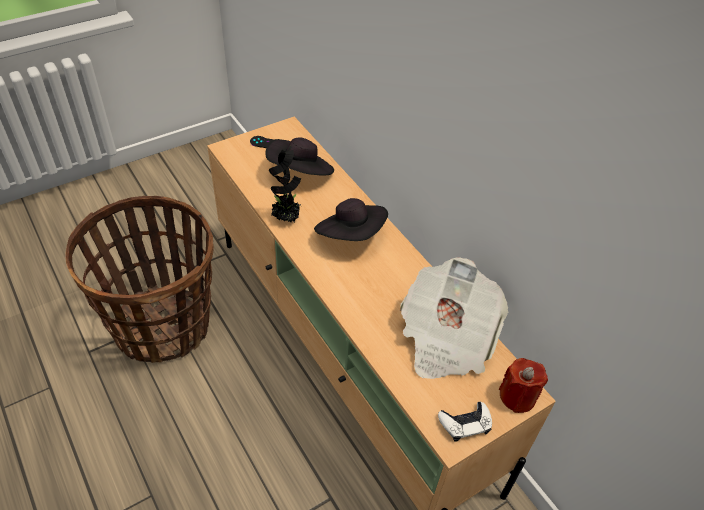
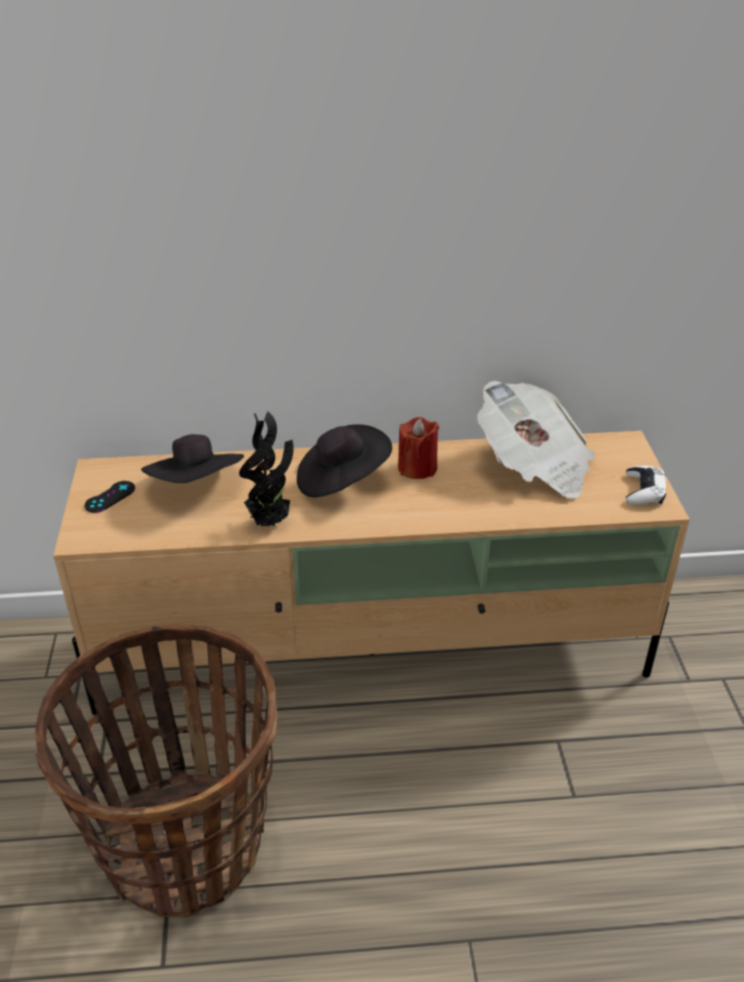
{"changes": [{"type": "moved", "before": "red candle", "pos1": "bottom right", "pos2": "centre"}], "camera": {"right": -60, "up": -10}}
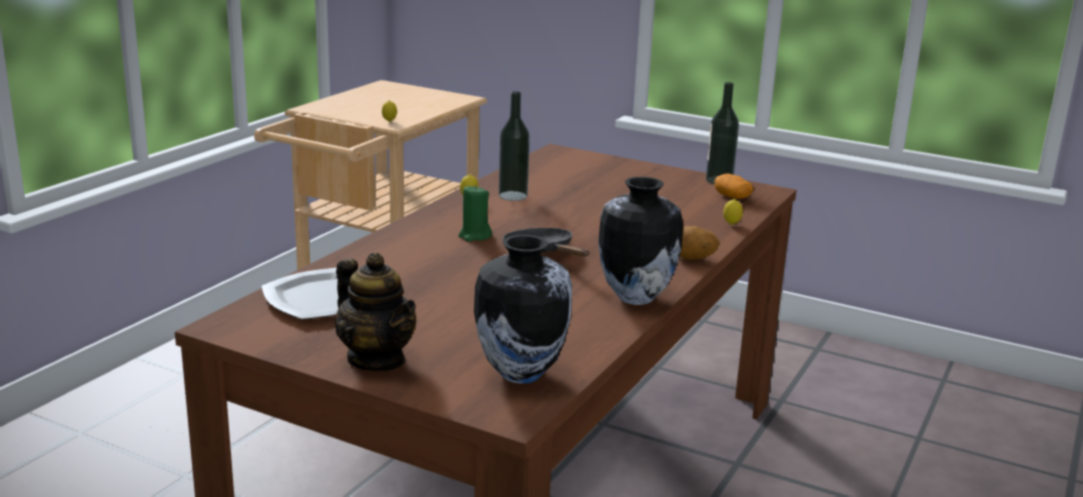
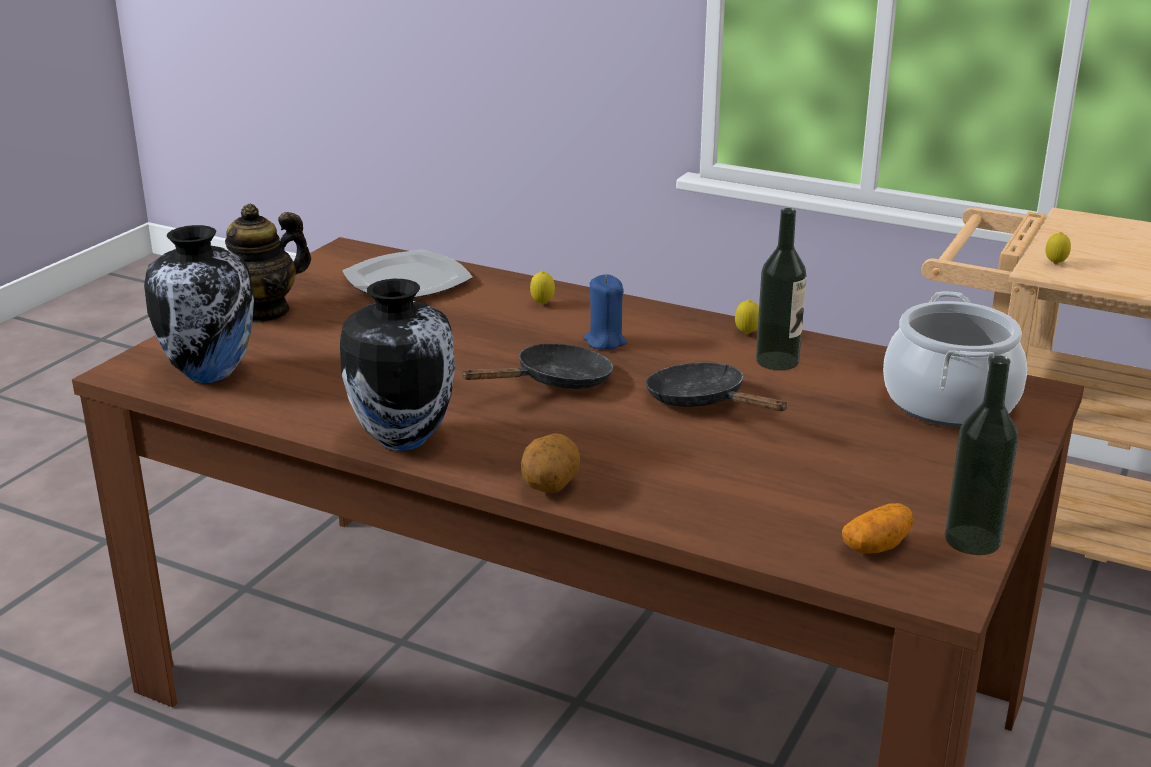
{"changes": [{"type": "moved", "before": "lemon (3rd from left in the first image)", "after": "lemon (1st from left)", "pos1": "middle right", "pos2": "centre"}, {"type": "recoloured", "before": "green candle", "after": "blue candle", "pos1": "centre", "pos2": "centre"}, {"type": "added", "after": "black frying pan (2nd from left)", "pos2": "centre"}, {"type": "added", "after": "cooking pot", "pos2": "middle right"}], "camera": {"right": 90, "up": 5}}
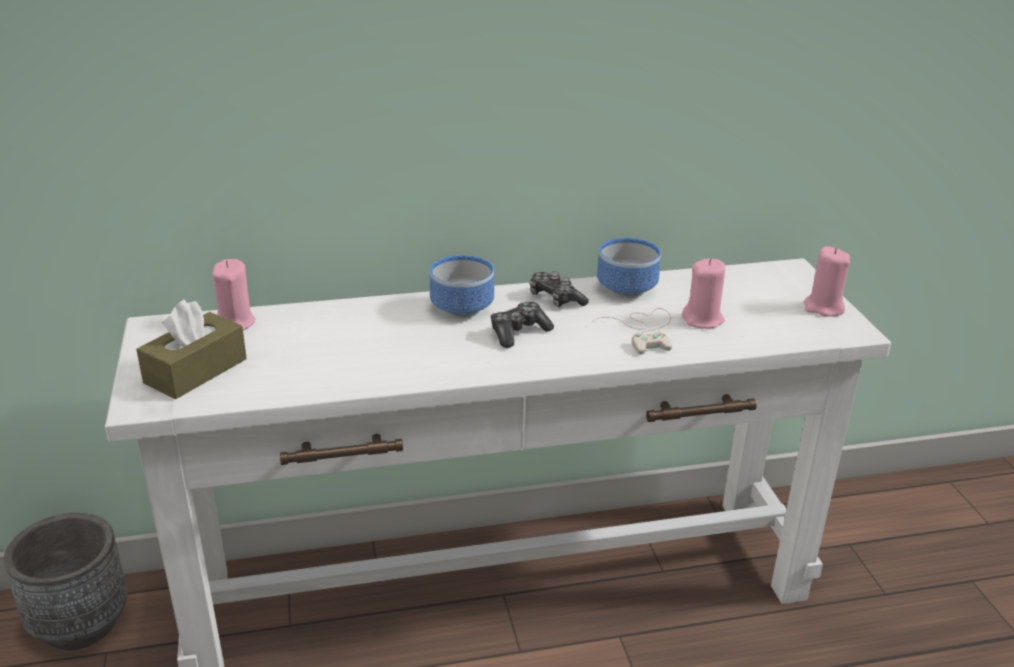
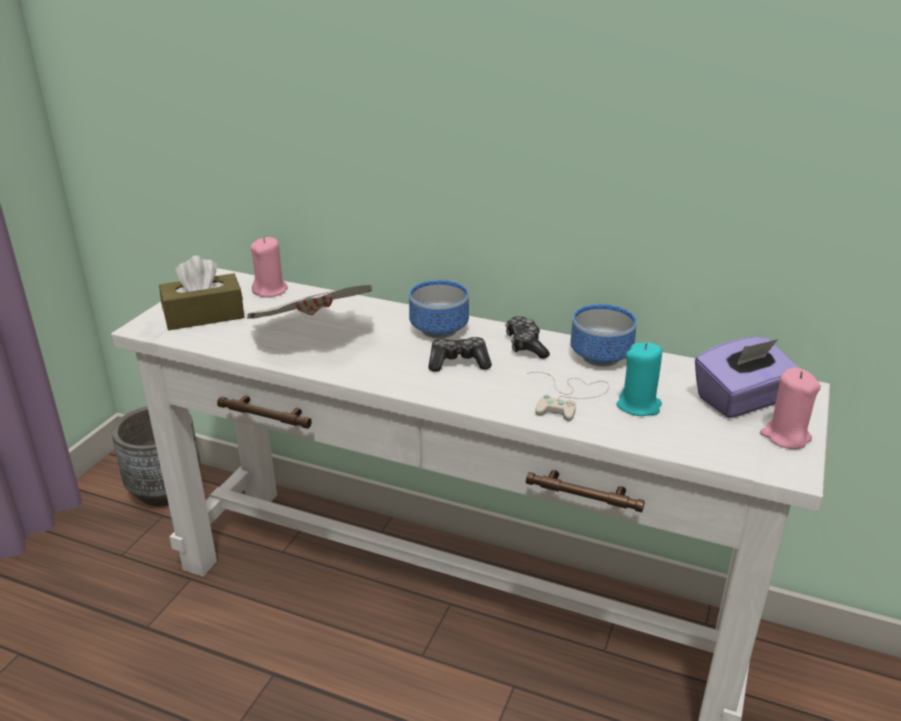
{"changes": [{"type": "added", "after": "newspaper", "pos2": "centre"}, {"type": "recoloured", "before": "pink candle (2nd from left)", "after": "turquoise candle", "pos1": "middle right", "pos2": "middle right"}, {"type": "added", "after": "purple tissue box", "pos2": "middle right"}], "camera": {"right": 35, "up": 0}}
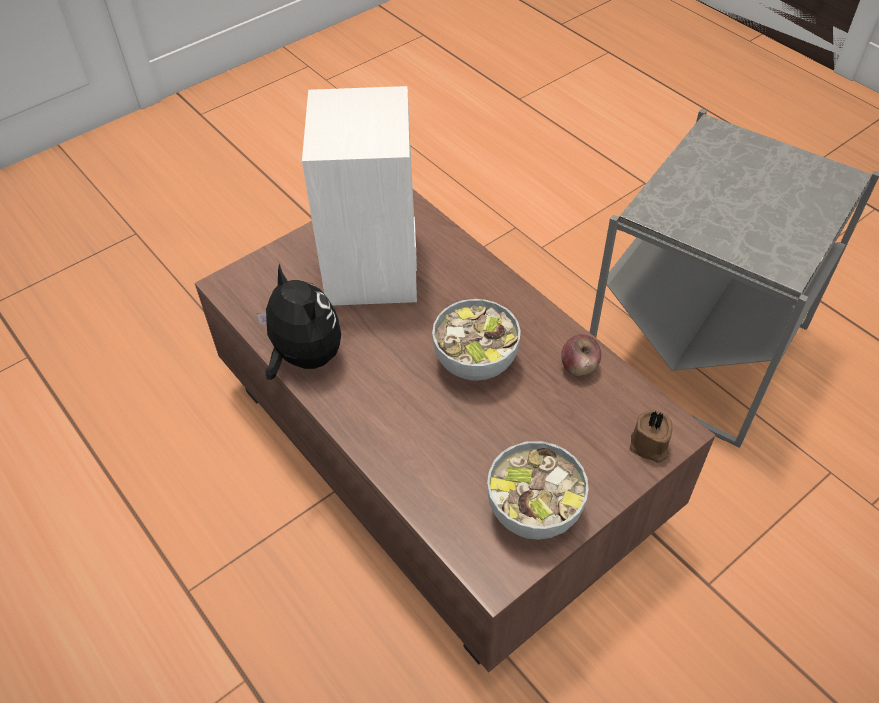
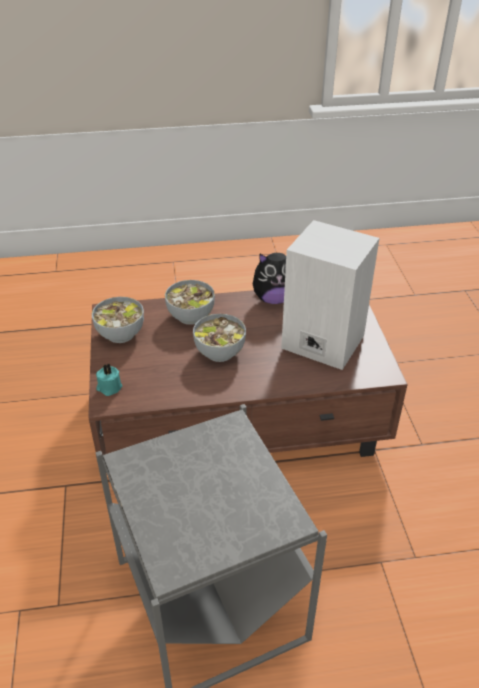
{"changes": [{"type": "recoloured", "before": "brown candle", "after": "turquoise candle", "pos1": "middle right", "pos2": "middle left"}, {"type": "added", "after": "bowl (2nd from left)", "pos2": "centre"}, {"type": "removed", "before": "apple", "pos1": "centre"}], "camera": {"right": 120, "up": -10}}
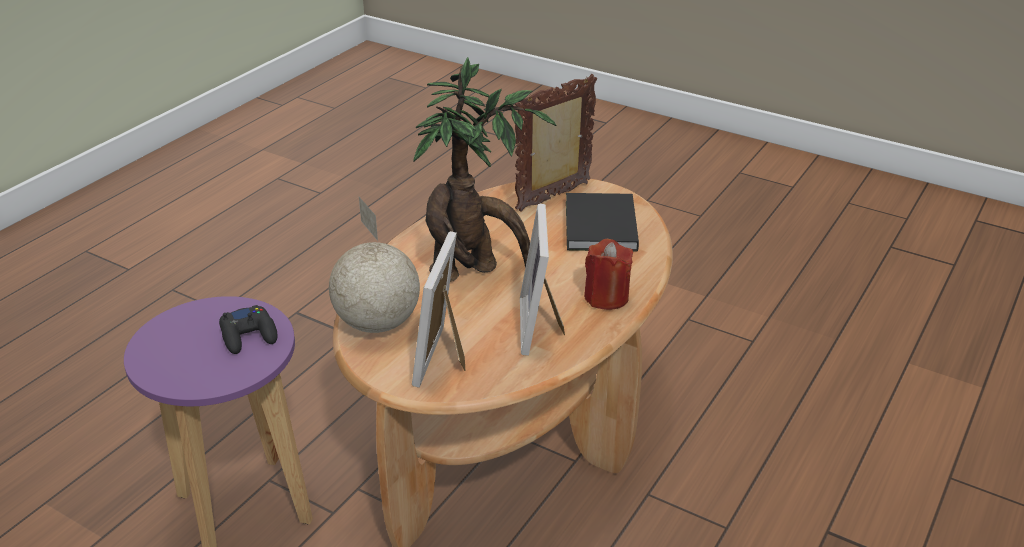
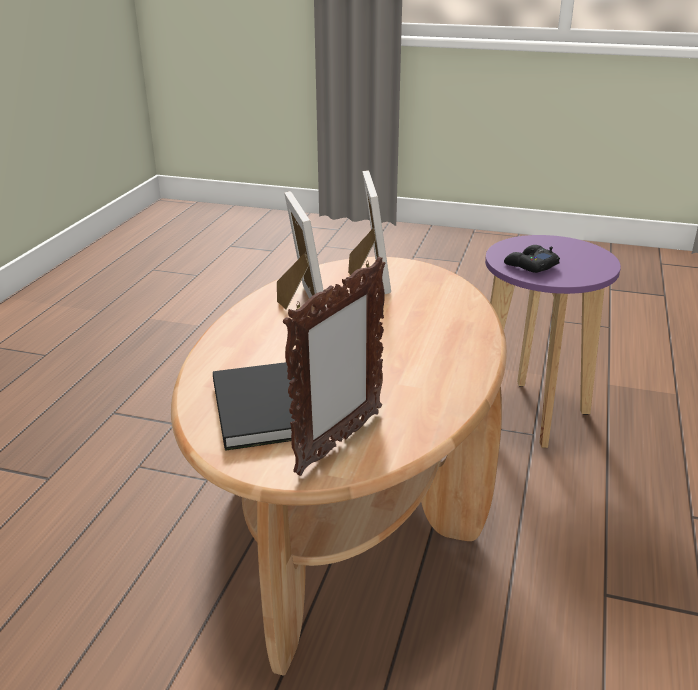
{"changes": [{"type": "removed", "before": "globe", "pos1": "centre"}, {"type": "removed", "before": "potted plant", "pos1": "top centre"}, {"type": "removed", "before": "red candle", "pos1": "centre"}], "camera": {"right": 165, "up": -5}}
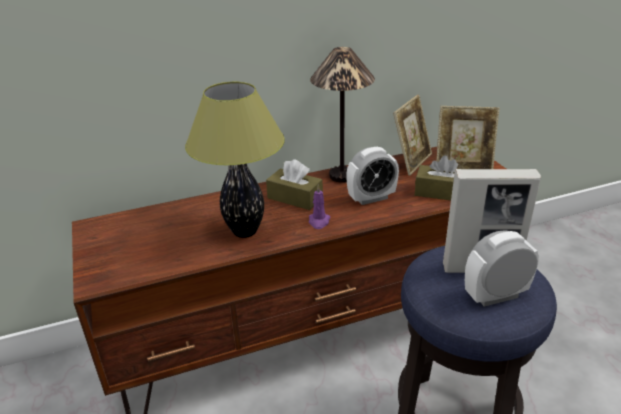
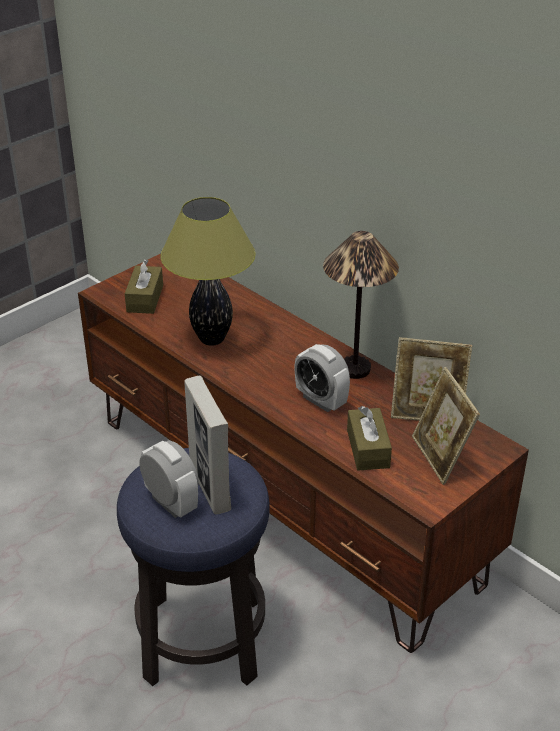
{"changes": [{"type": "moved", "before": "brown tissue box (1st from left)", "pos1": "centre", "pos2": "middle left"}, {"type": "removed", "before": "purple candle", "pos1": "centre"}], "camera": {"right": 65, "up": 5}}
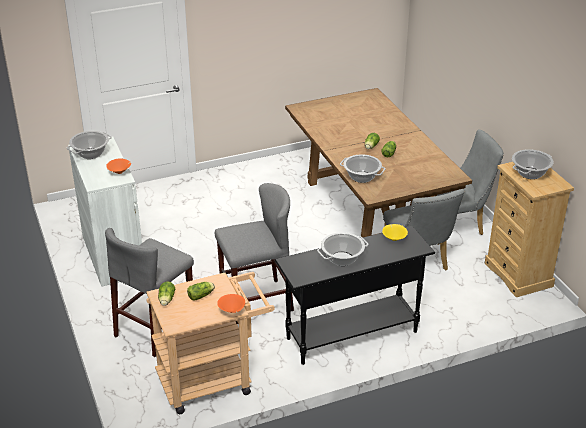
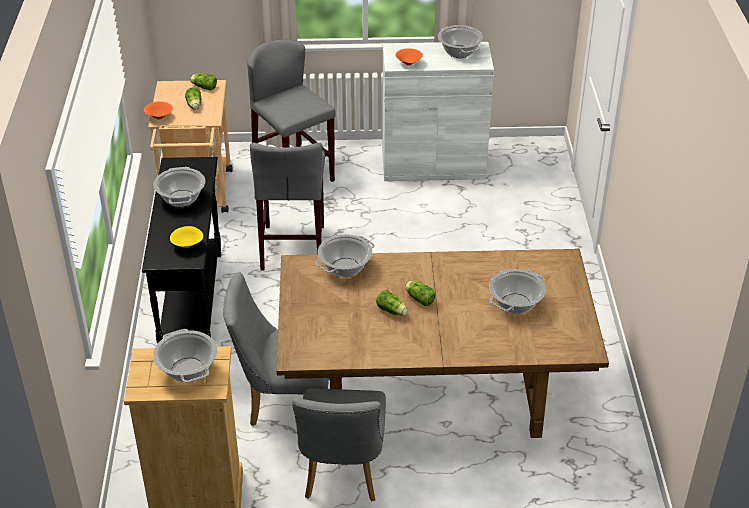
{"changes": [{"type": "added", "after": "cooking pot (5th from left)", "pos2": "middle right"}], "camera": {"right": 110, "up": 5}}
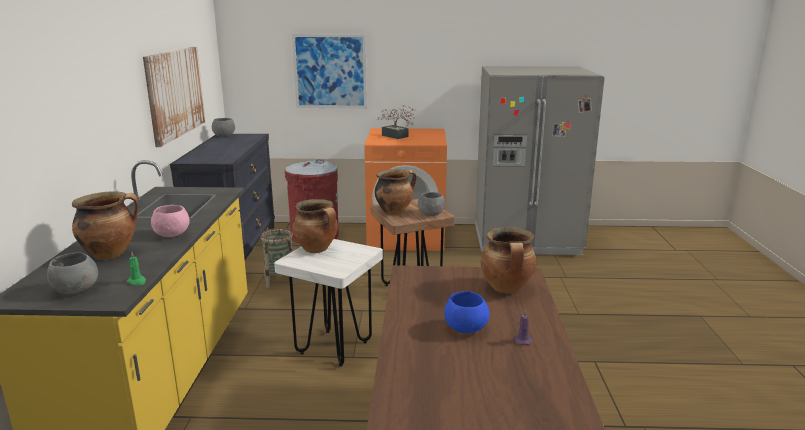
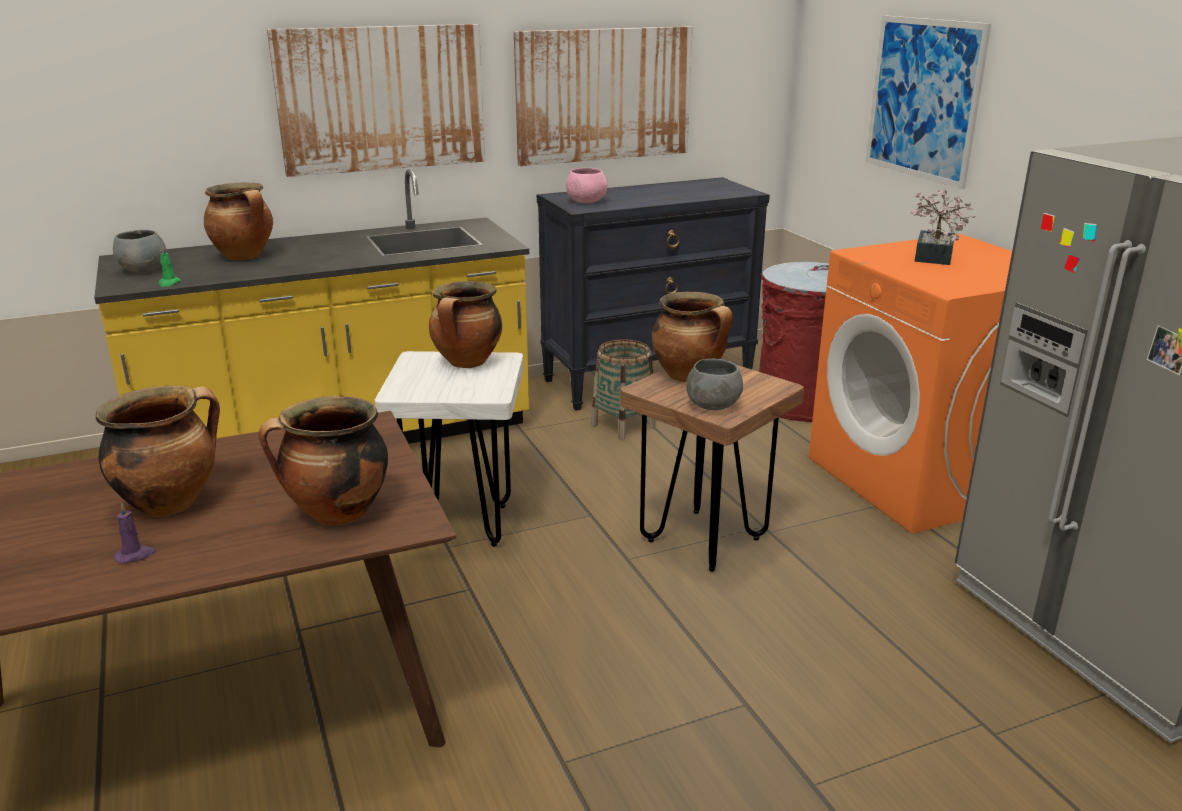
{"changes": [{"type": "replaced", "before": "blue bowl", "after": "cooking pot (1st from left)", "pos1": "bottom centre", "pos2": "middle left"}, {"type": "added", "after": "picture (1st from left)", "pos2": "top left"}, {"type": "moved", "before": "pink bowl", "pos1": "middle left", "pos2": "top centre"}, {"type": "removed", "before": "grey bowl (2nd from left)", "pos1": "top left"}], "camera": {"right": 65, "up": 5}}
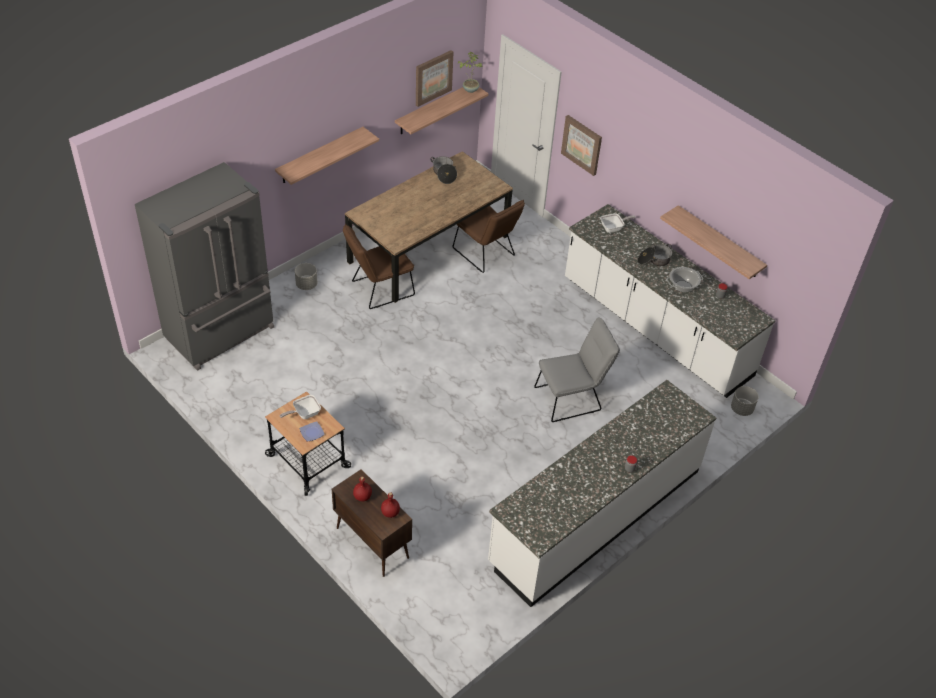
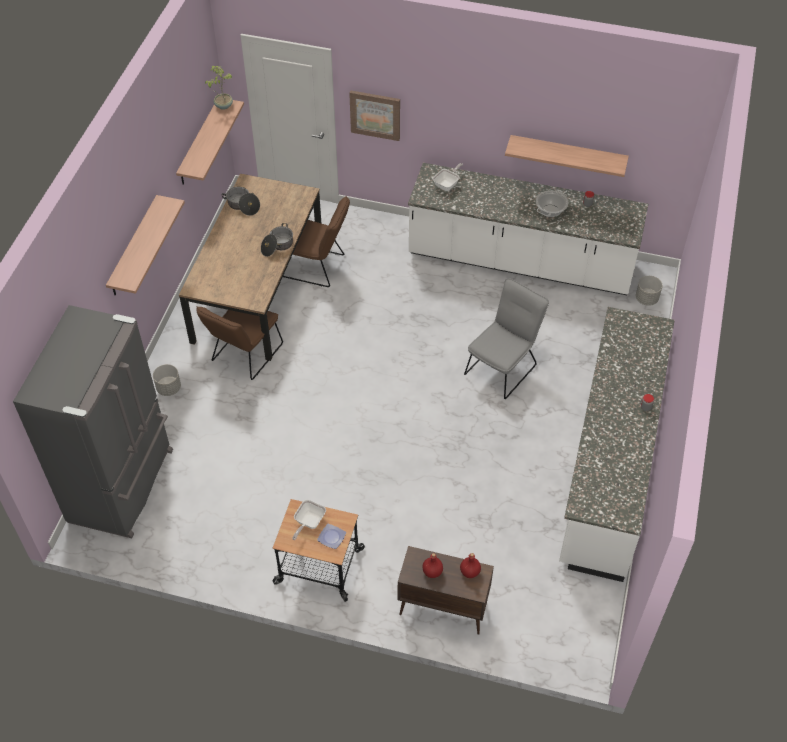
{"changes": [{"type": "moved", "before": "cooking pot (2nd from left)", "pos1": "middle right", "pos2": "top centre"}, {"type": "removed", "before": "picture (1st from left)", "pos1": "top centre"}], "camera": {"right": -30, "up": 5}}
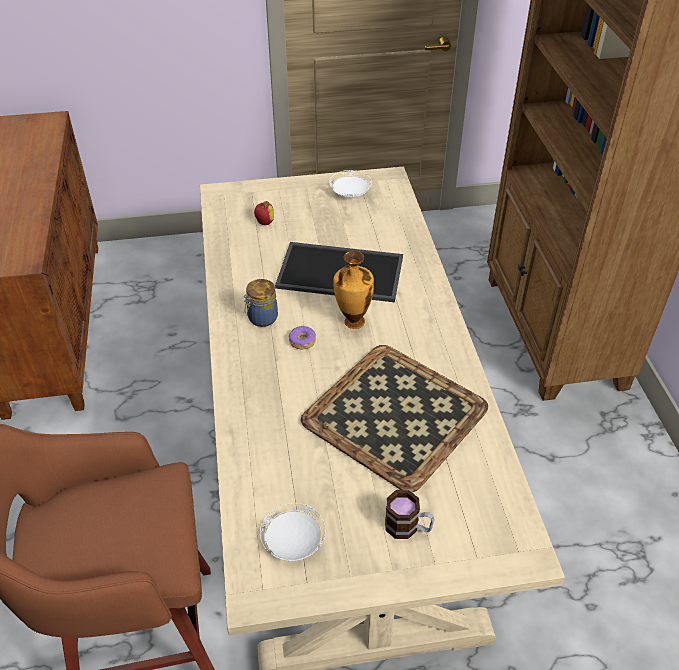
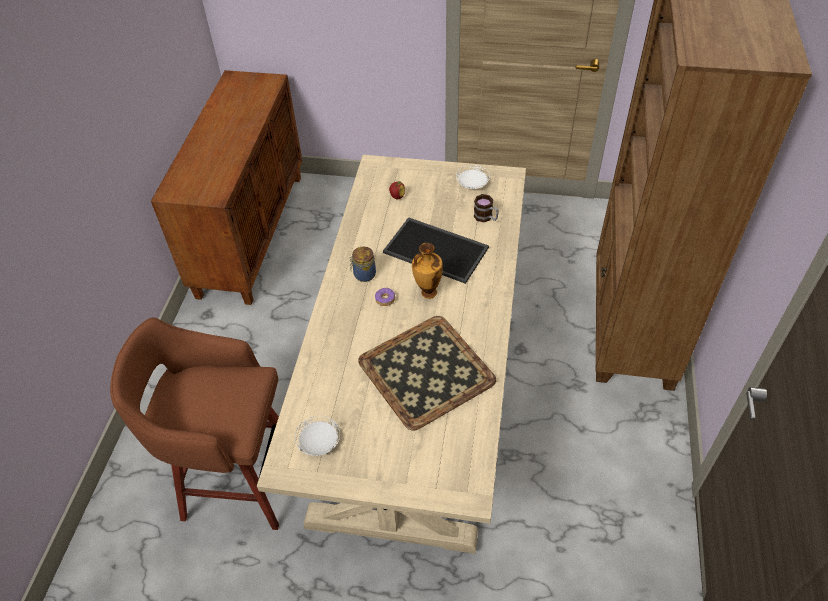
{"changes": [{"type": "moved", "before": "mug", "pos1": "bottom centre", "pos2": "centre"}], "camera": {"right": 20, "up": 5}}
